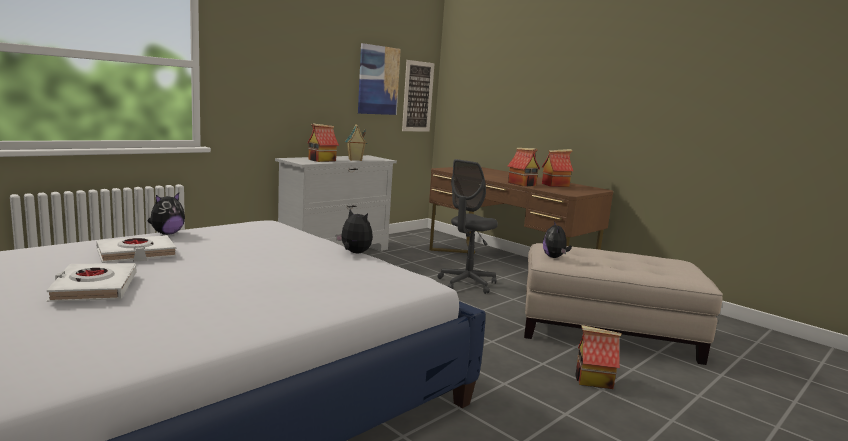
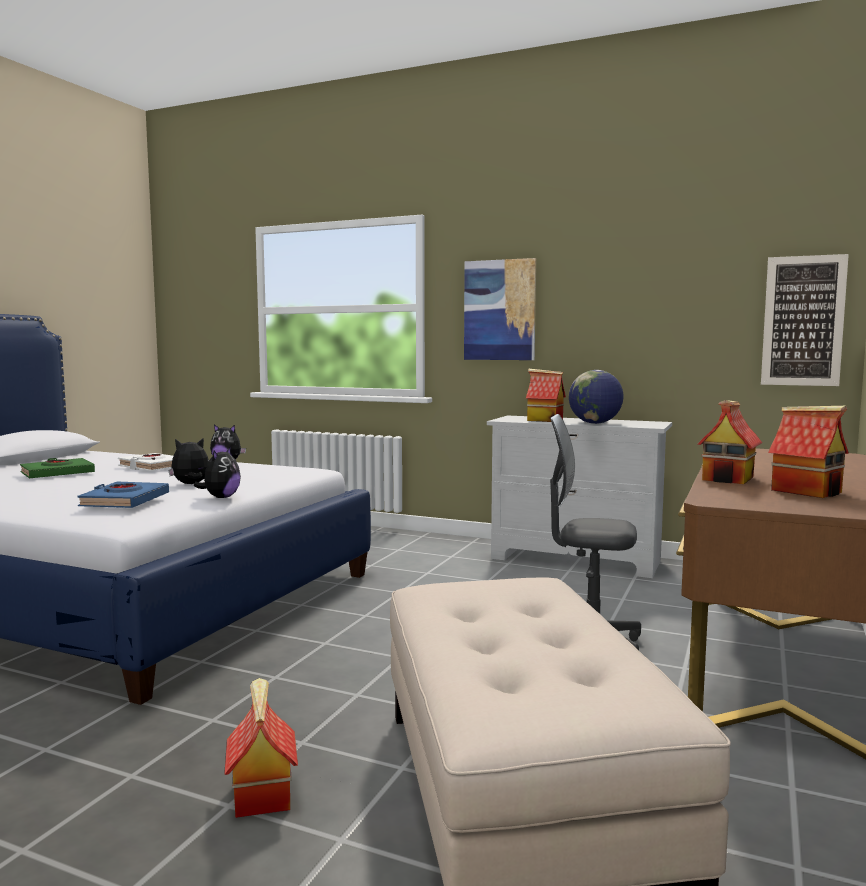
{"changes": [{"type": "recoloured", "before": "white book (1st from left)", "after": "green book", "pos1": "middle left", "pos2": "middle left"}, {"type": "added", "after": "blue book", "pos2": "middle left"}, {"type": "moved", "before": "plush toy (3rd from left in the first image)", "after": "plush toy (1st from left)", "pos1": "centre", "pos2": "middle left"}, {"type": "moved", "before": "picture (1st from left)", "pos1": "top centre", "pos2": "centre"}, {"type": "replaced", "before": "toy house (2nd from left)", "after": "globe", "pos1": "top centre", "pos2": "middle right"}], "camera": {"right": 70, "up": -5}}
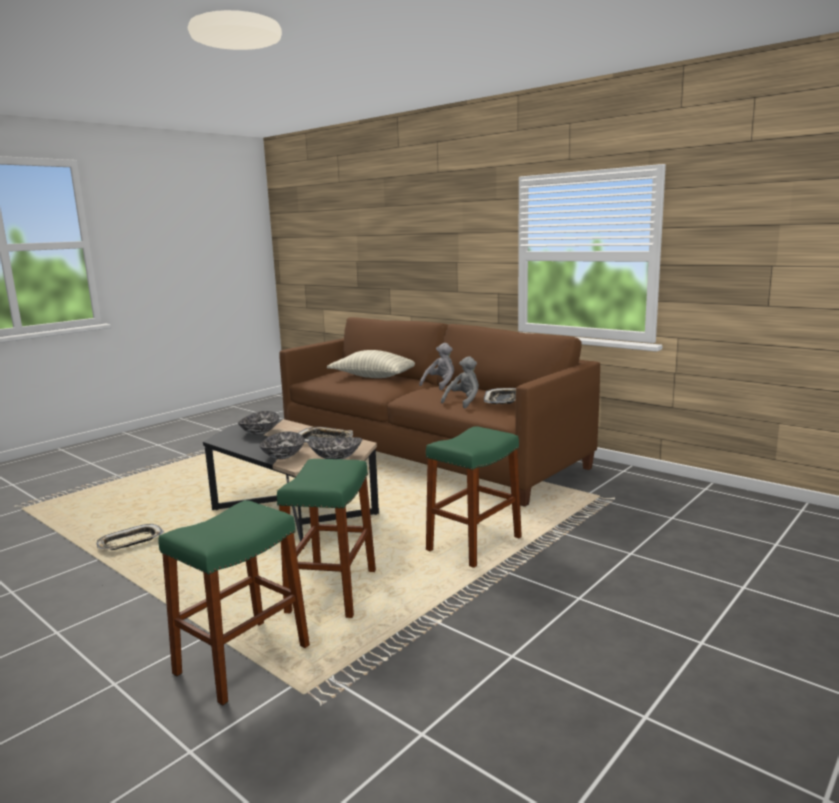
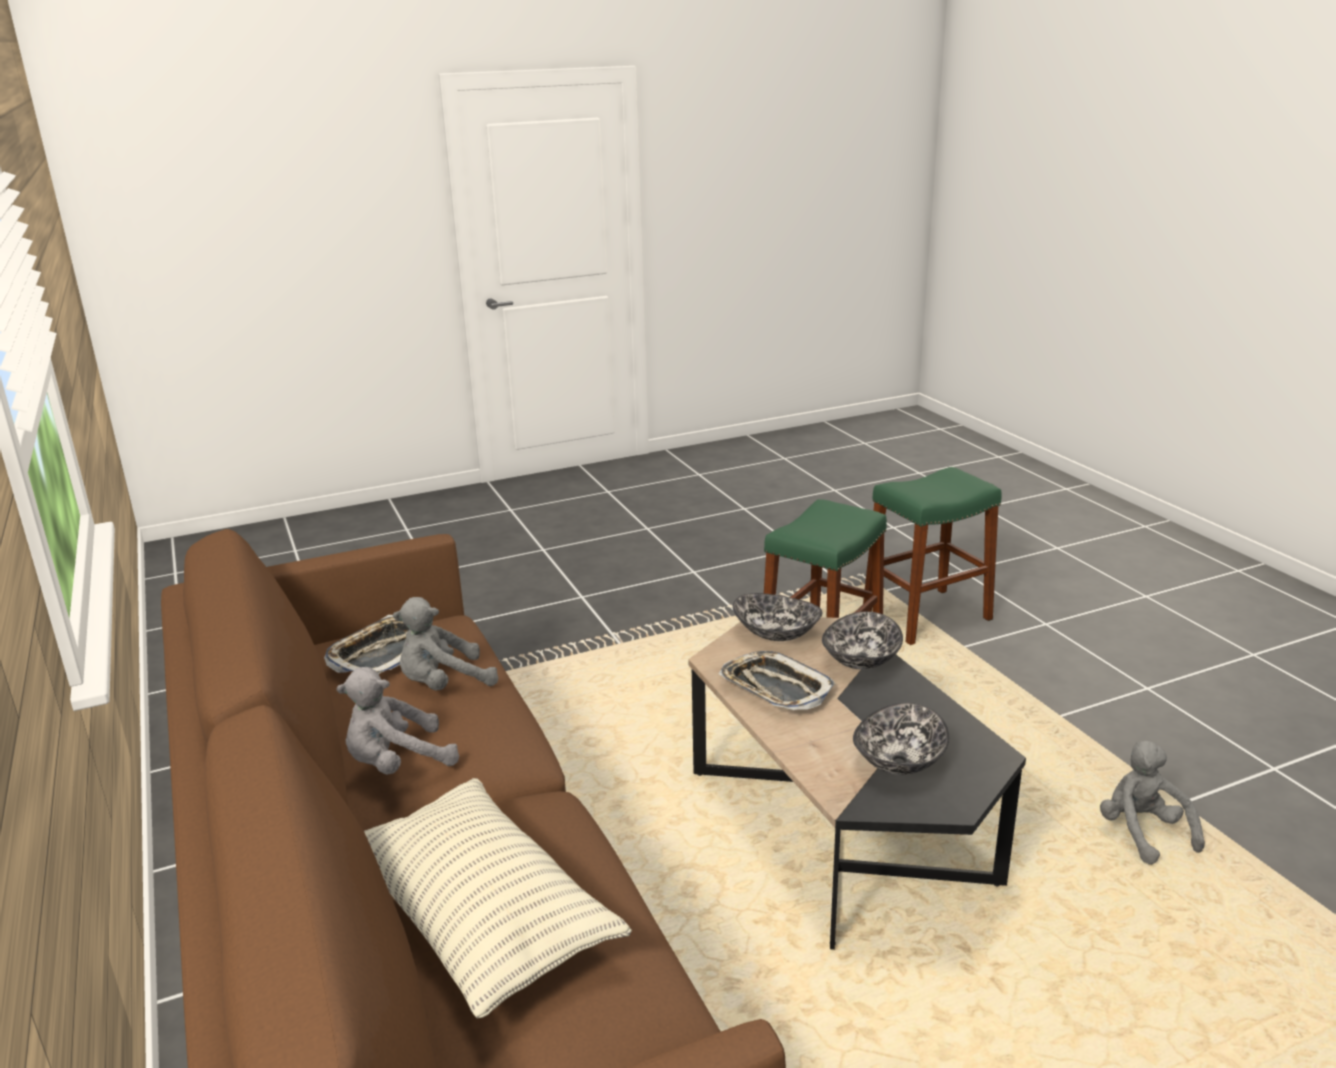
{"changes": [{"type": "replaced", "before": "tray (1st from left)", "after": "grey plush toy (3rd from left)", "pos1": "bottom left", "pos2": "bottom right"}, {"type": "removed", "before": "green stool (3rd from left)", "pos1": "centre"}], "camera": {"right": -155, "up": 10}}
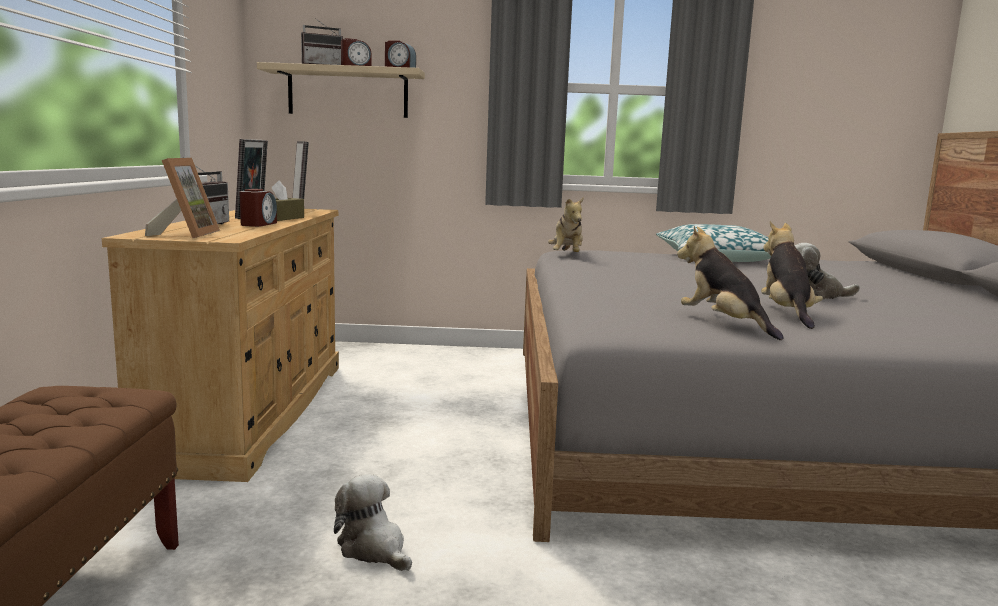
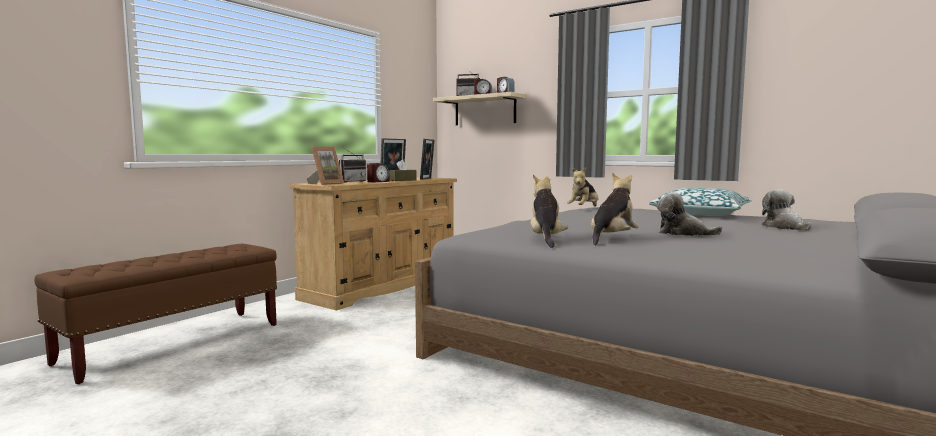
{"changes": [{"type": "moved", "before": "plush toy (1st from left in the first image)", "after": "plush toy (5th from left)", "pos1": "bottom centre", "pos2": "middle right"}], "camera": {"right": 35, "up": -5}}
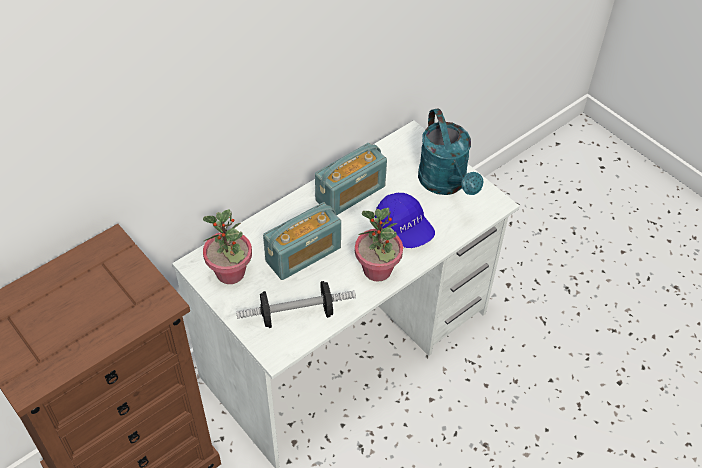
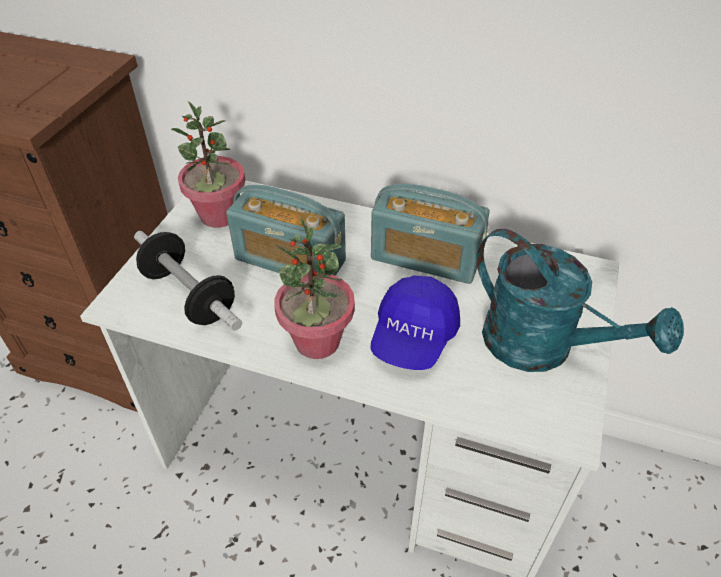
{"changes": [{"type": "turned", "before": "turquoise watering can", "pos1": "top centre", "pos2": "middle right", "turn": -90}], "camera": {"right": 60, "up": -5}}
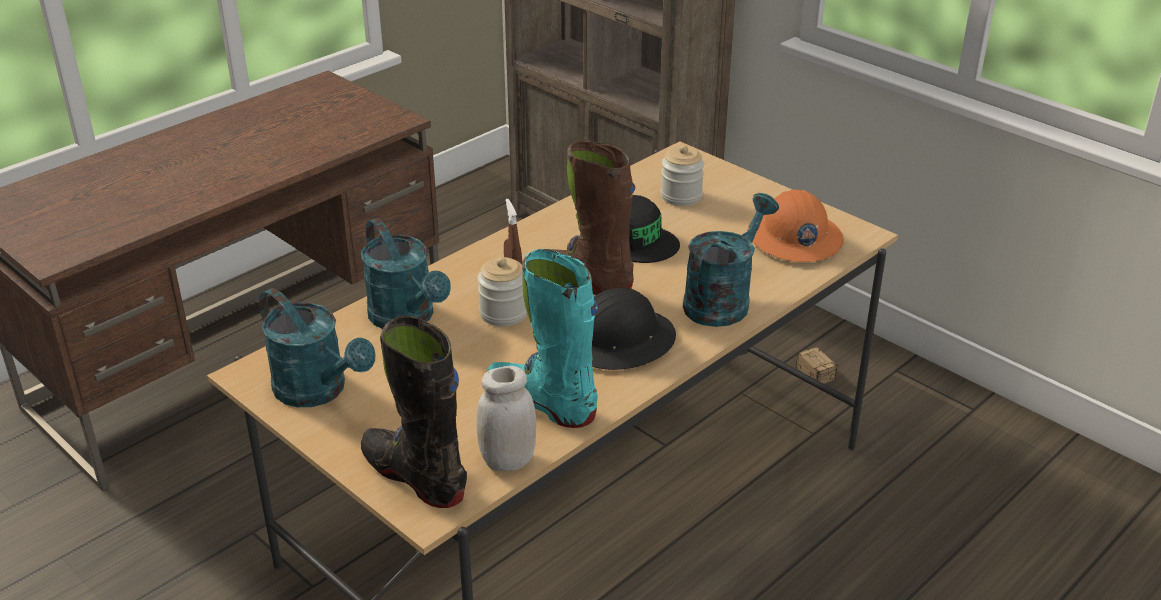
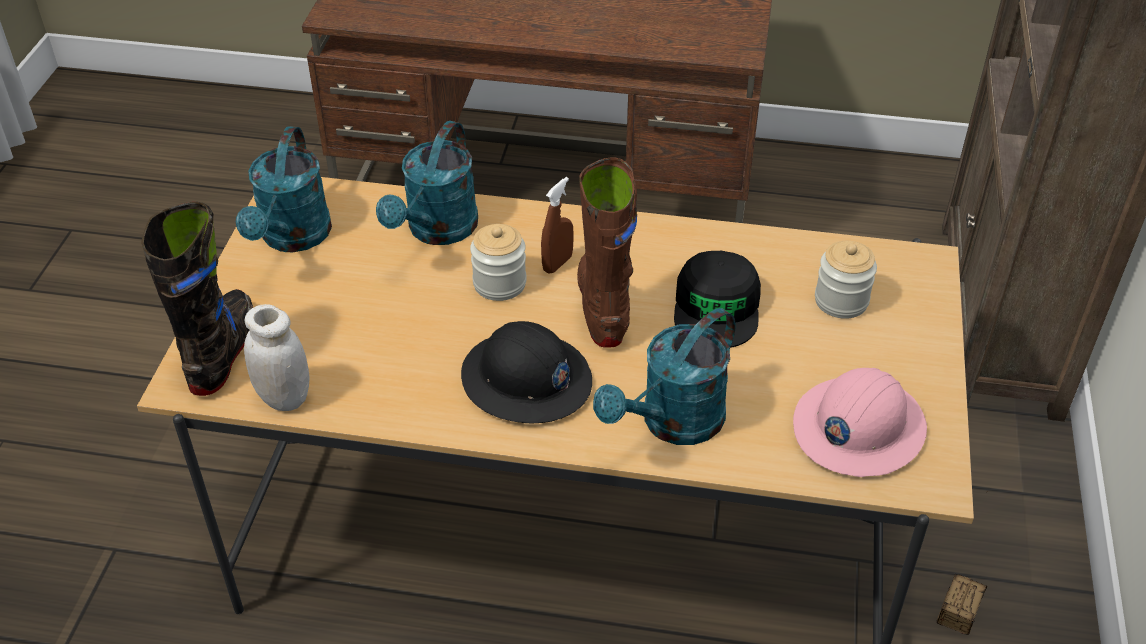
{"changes": [{"type": "turned", "before": "turquoise watering can (3rd from left)", "pos1": "centre", "pos2": "centre", "turn": 135}, {"type": "recoloured", "before": "orange hard hat", "after": "pink hard hat", "pos1": "middle right", "pos2": "middle right"}, {"type": "removed", "before": "turquoise boot", "pos1": "centre"}], "camera": {"right": 55, "up": 10}}
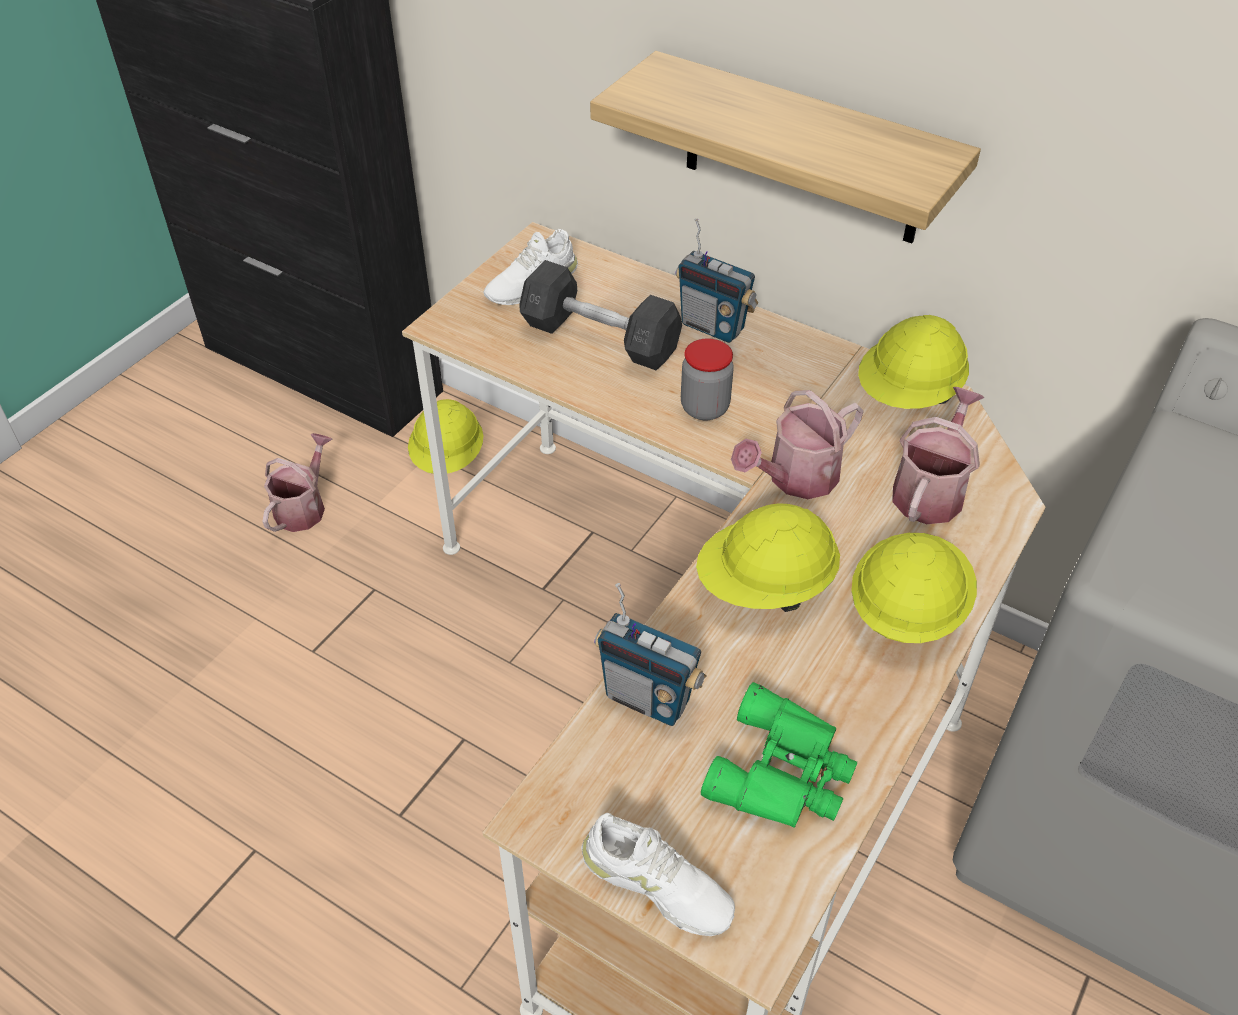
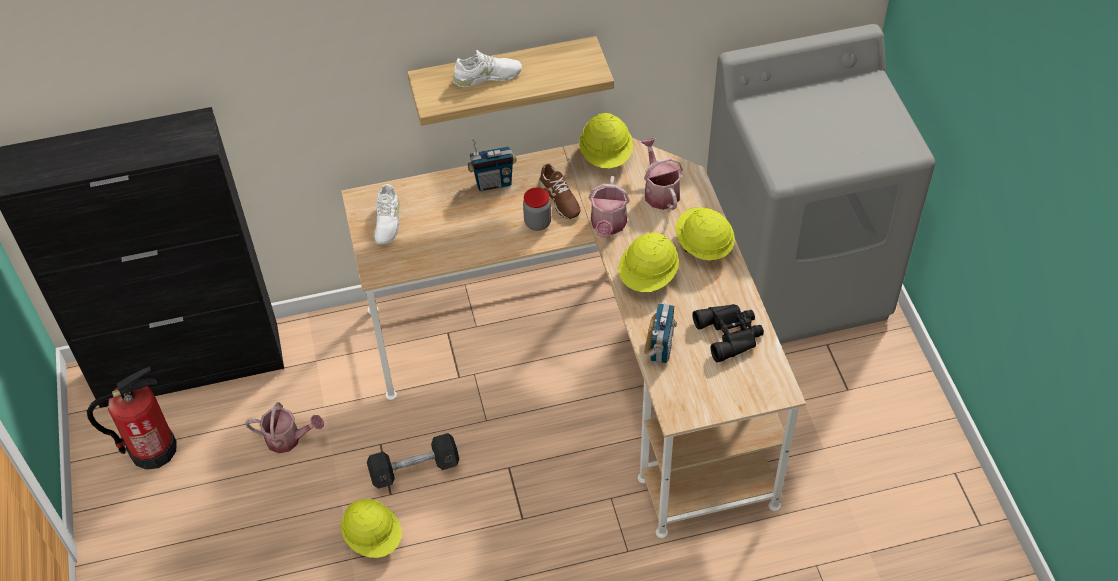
{"changes": [{"type": "added", "after": "fire extinguisher", "pos2": "bottom left"}, {"type": "turned", "before": "watering can (1st from left)", "pos1": "middle left", "pos2": "bottom left", "turn": 120}, {"type": "moved", "before": "yellow hard hat (1st from left)", "pos1": "centre", "pos2": "bottom left"}, {"type": "moved", "before": "grey dumbbell", "pos1": "top centre", "pos2": "bottom centre"}, {"type": "moved", "before": "white shoe (2nd from left)", "pos1": "bottom centre", "pos2": "top centre"}, {"type": "added", "after": "brown shoe", "pos2": "top centre"}, {"type": "turned", "before": "radio (1st from left in the first image)", "pos1": "centre", "pos2": "centre", "turn": -60}, {"type": "recoloured", "before": "green binoculars", "after": "black binoculars", "pos1": "bottom centre", "pos2": "centre"}], "camera": {"right": -45, "up": 5}}
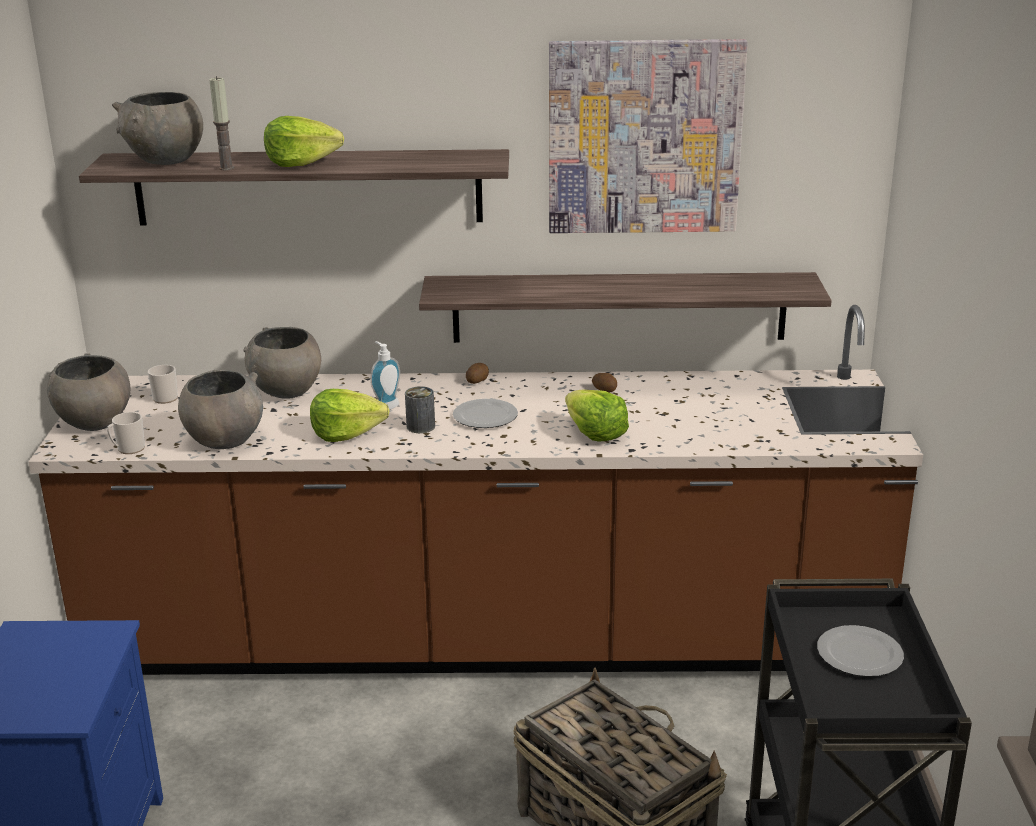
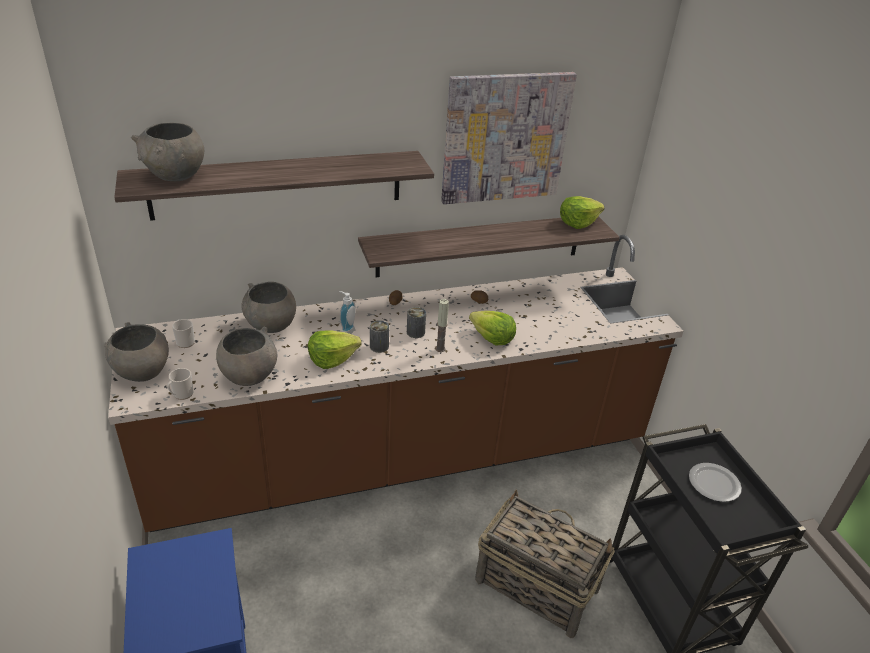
{"changes": [{"type": "replaced", "before": "plate (1st from left)", "after": "can (2nd from left)", "pos1": "centre", "pos2": "centre"}, {"type": "moved", "before": "candle", "pos1": "top left", "pos2": "centre"}, {"type": "moved", "before": "lettuce (1st from left in the first image)", "after": "lettuce (3rd from left)", "pos1": "top left", "pos2": "top right"}], "camera": {"right": -20, "up": 10}}
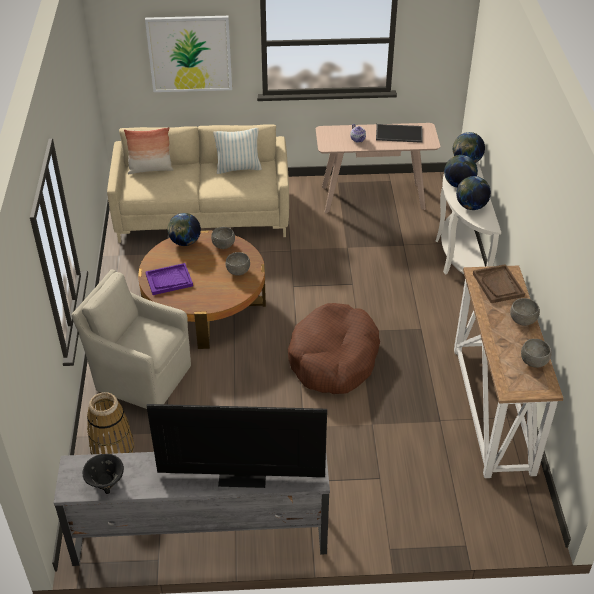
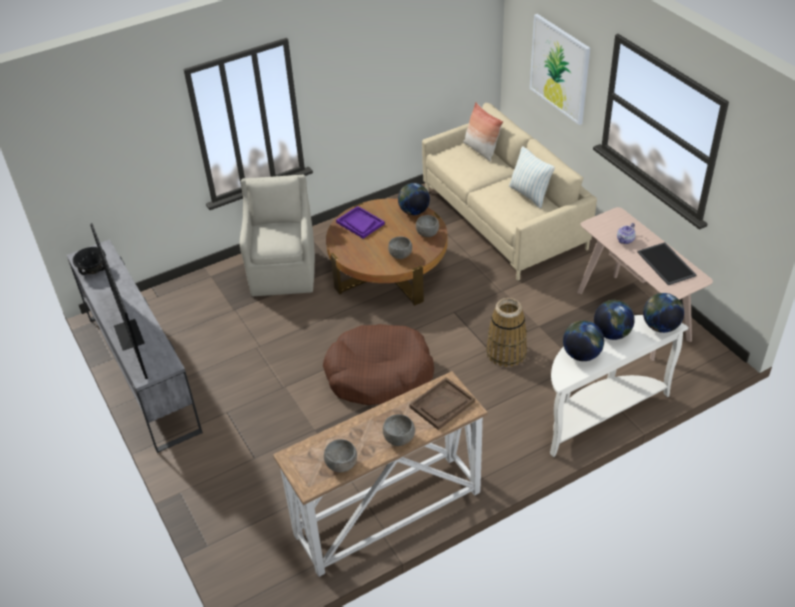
{"changes": [{"type": "moved", "before": "basket", "pos1": "bottom left", "pos2": "centre"}], "camera": {"right": 65, "up": 0}}
